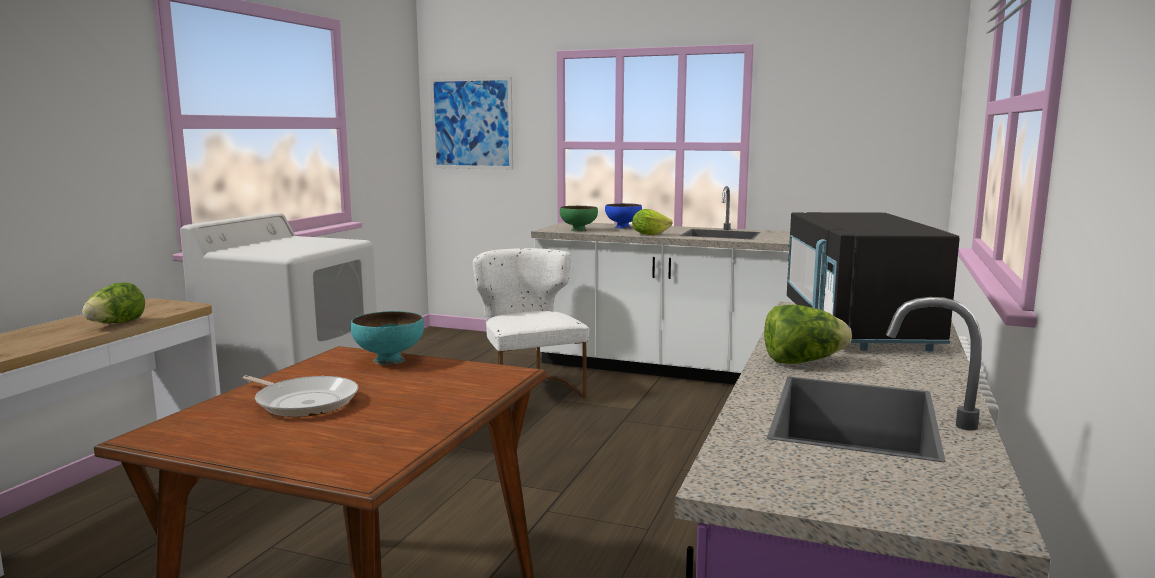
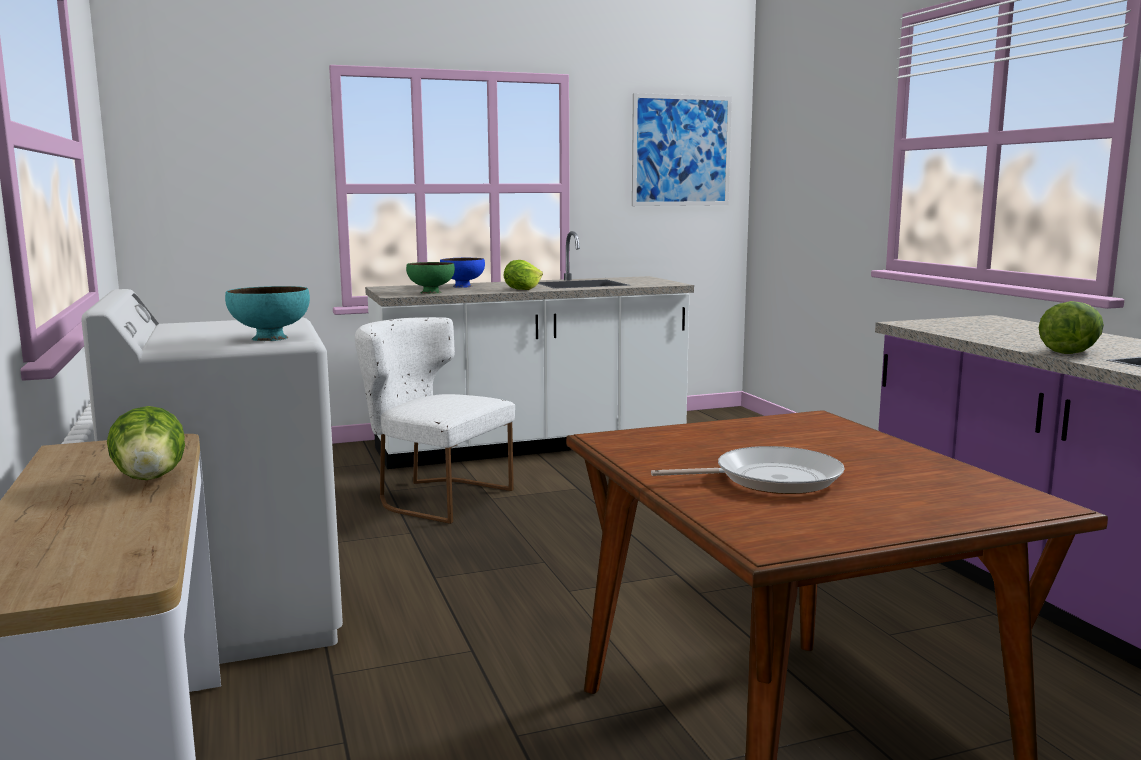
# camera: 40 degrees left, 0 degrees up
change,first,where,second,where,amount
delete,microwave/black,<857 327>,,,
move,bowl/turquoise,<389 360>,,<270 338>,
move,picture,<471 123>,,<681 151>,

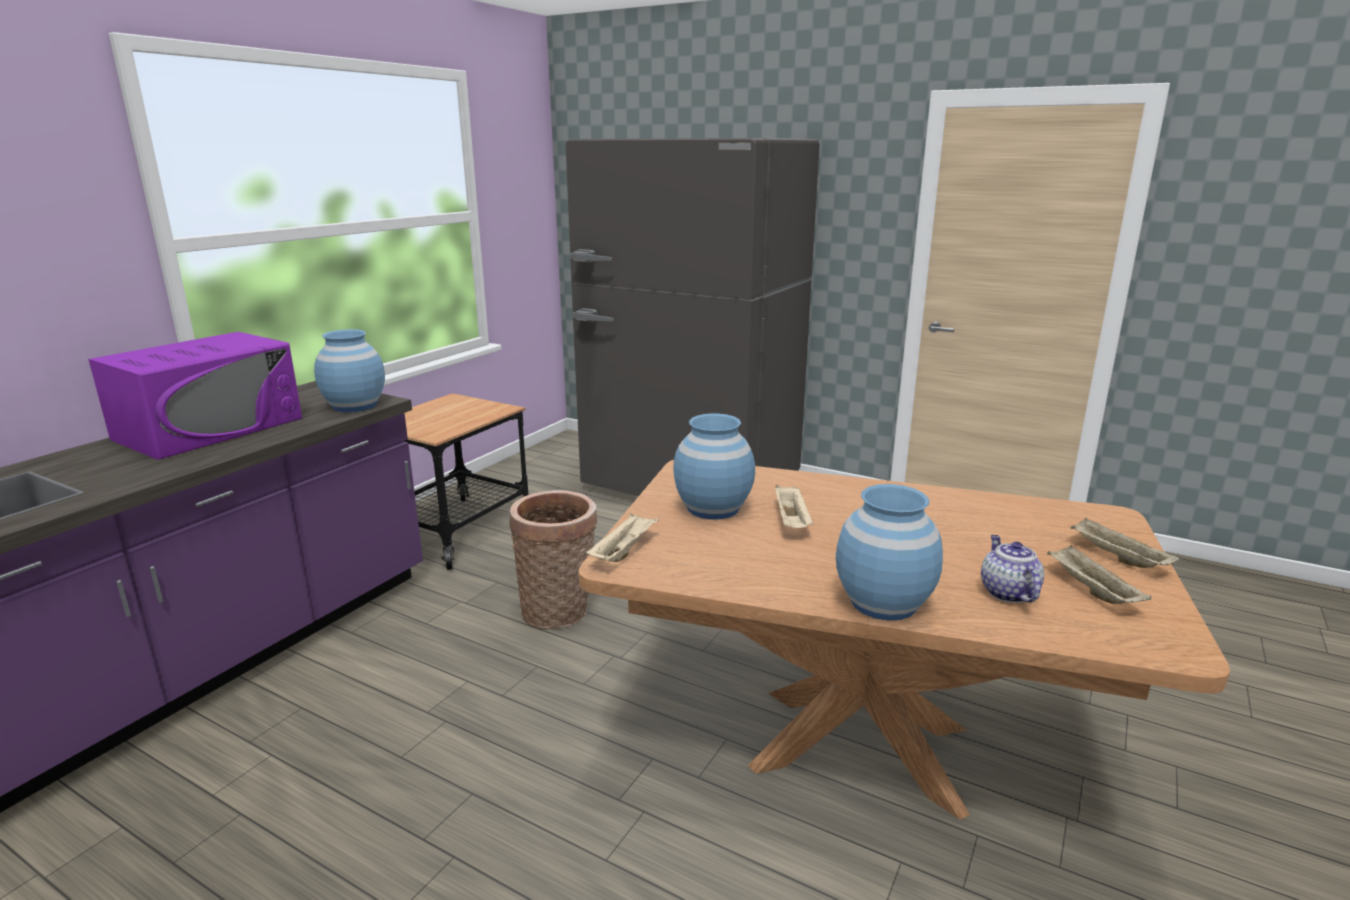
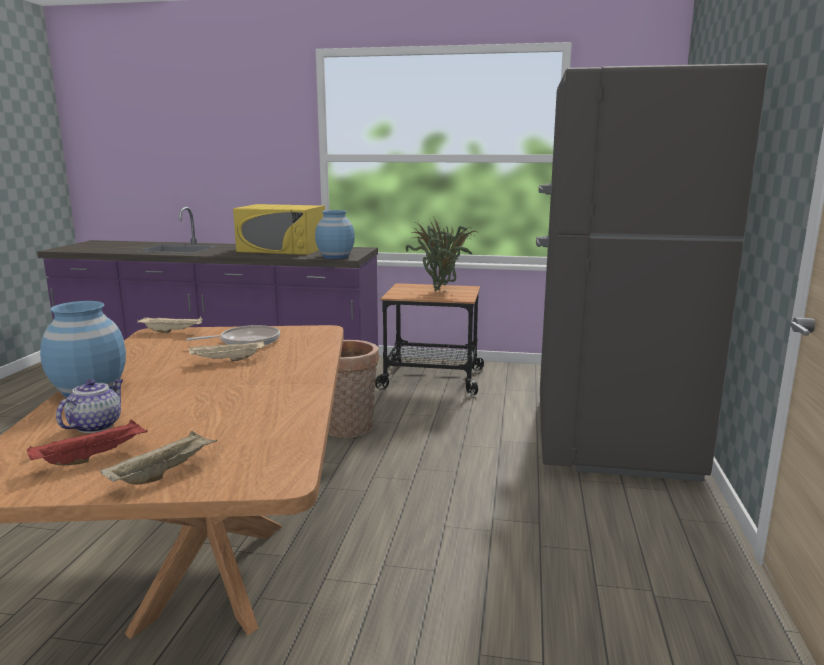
# camera: 70 degrees right, 5 degrees down
change,first,where,second,where,amount
insert,,,potted plant,<443 290>,
replace,vase/blue,<713 508>,frying pan,<246 341>,
recolor,microwave/purple,<210 428>,microwave/yellow,<282 249>,
recolor,tray/beige,<1090 590>,tray/red,<92 457>,
rotate,teapot,<1007 592>,,<96 425>,45 degrees counterclockwise

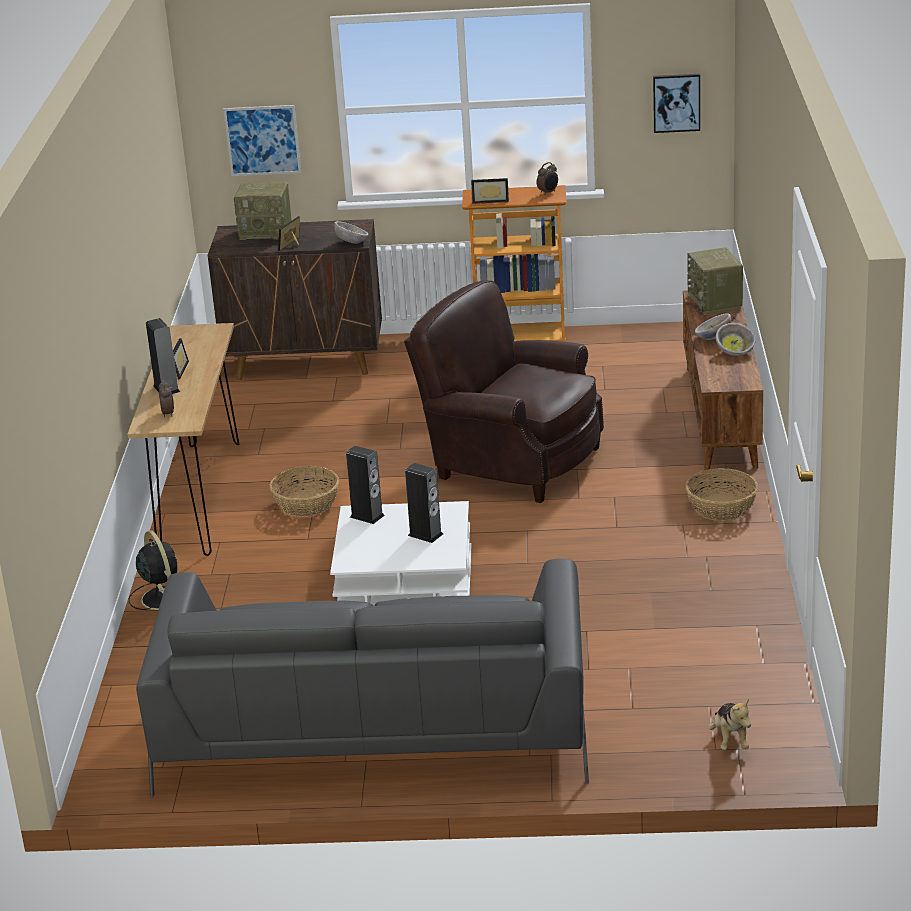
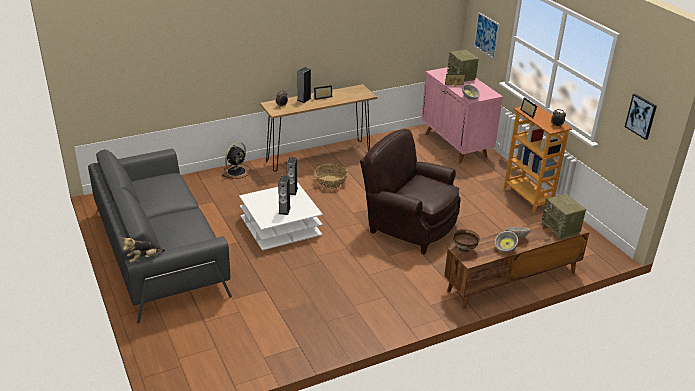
# camera: 60 degrees right, 5 degrees up
change,first,where,second,where,amount
delete,basket,<722 508>,,,
insert,,,bowl/brown,<464 249>,
move,plush toy,<730 740>,,<144 258>,
recolor,cabinet/brown,<306 363>,cabinet/pink,<456 145>,
rotate,armchair/brown,<511 462>,,<408 226>,60 degrees counterclockwise
rotate,radio,<715 303>,,<561 228>,75 degrees counterclockwise

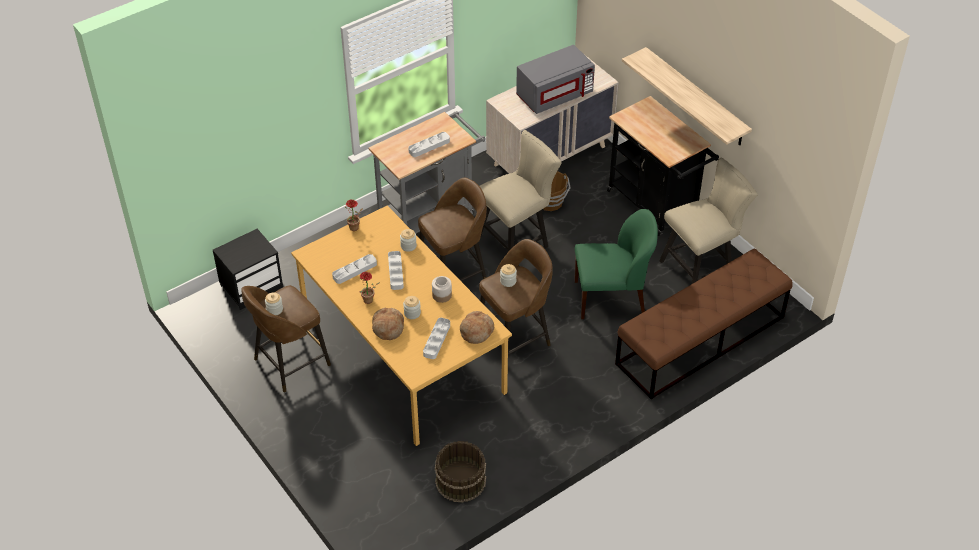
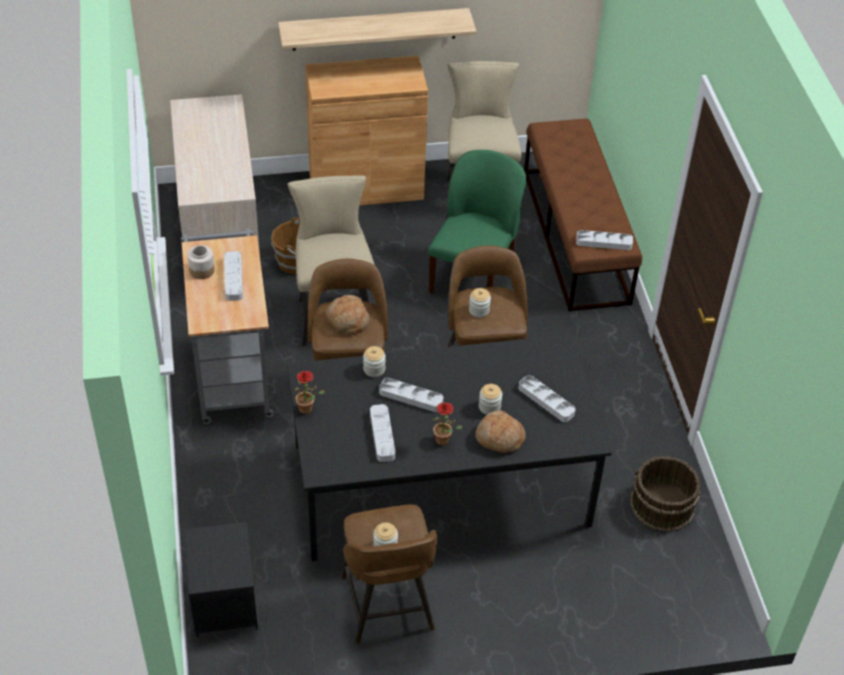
# camera: 65 degrees left, 0 degrees up
change,first,where,second,where,amount
delete,microwave/grey,<554 95>,,,
insert,,,tray/grey,<604 242>,
move,jar,<442 295>,,<202 270>,
move,bread,<476 331>,,<347 320>,
replace,cart/black,<655 207>,cabinet/brown,<366 186>,
recolor,dining table/orange,<401 352>,dining table/black,<440 486>,

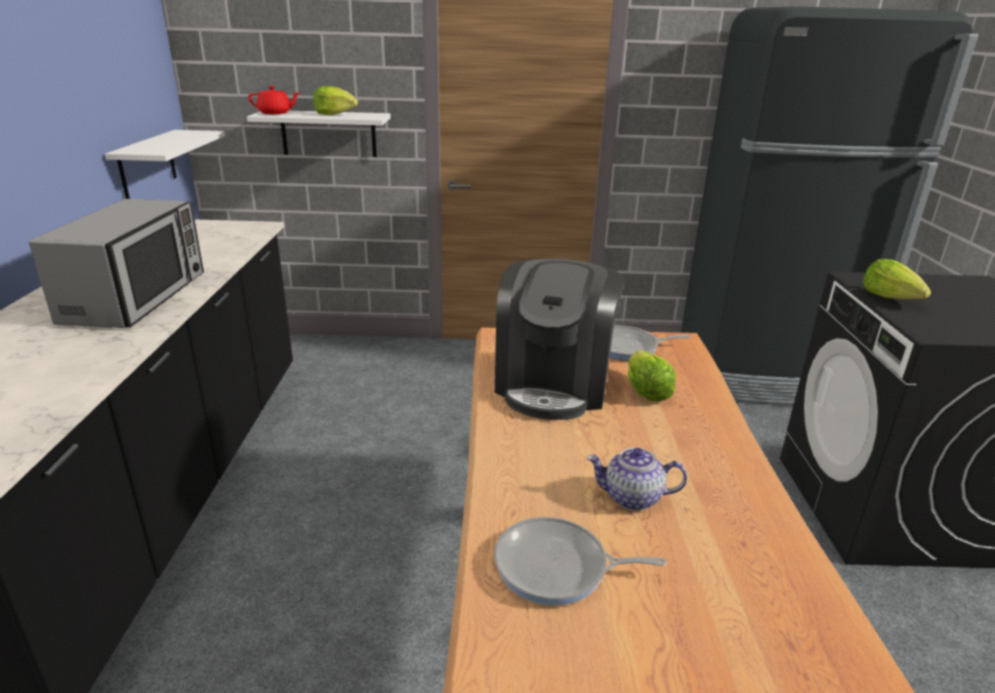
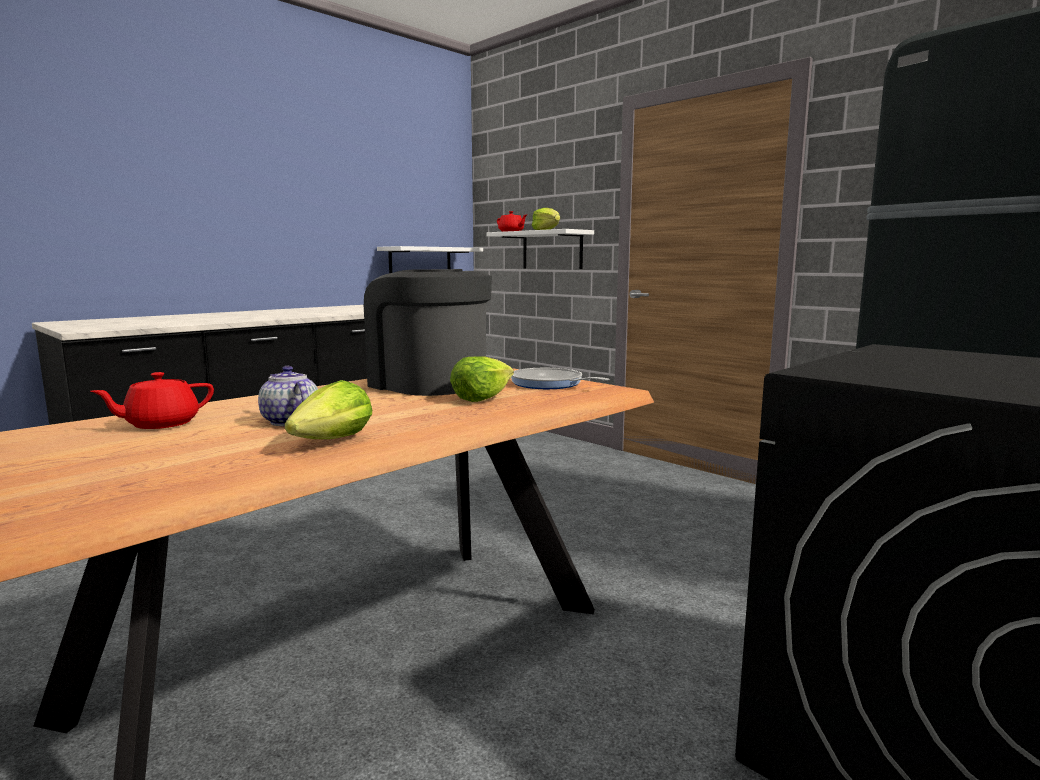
# camera: 45 degrees right, 15 degrees down
change,first,where,second,where,amount
delete,microwave,<137 297>,,,
move,lettuce,<891 298>,,<333 441>,
replace,frying pan,<557 568>,teapot/red,<160 424>,
rotate,coffee machine,<553 384>,,<428 384>,75 degrees clockwise

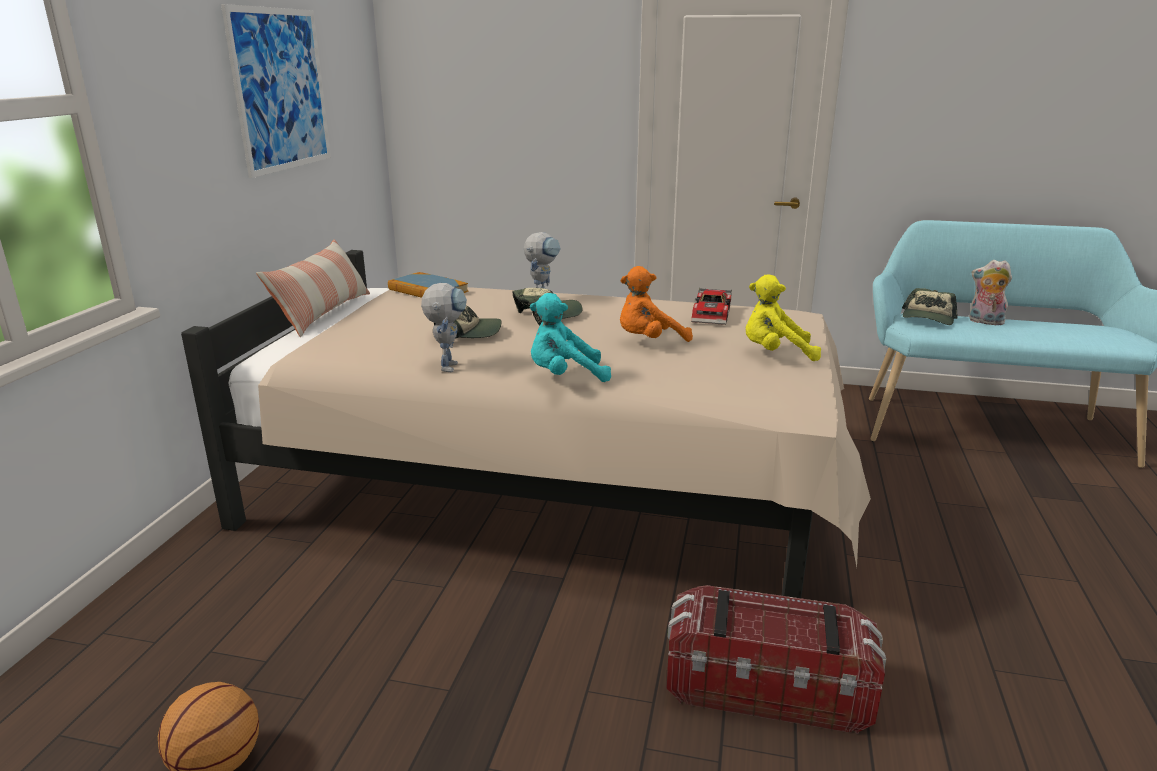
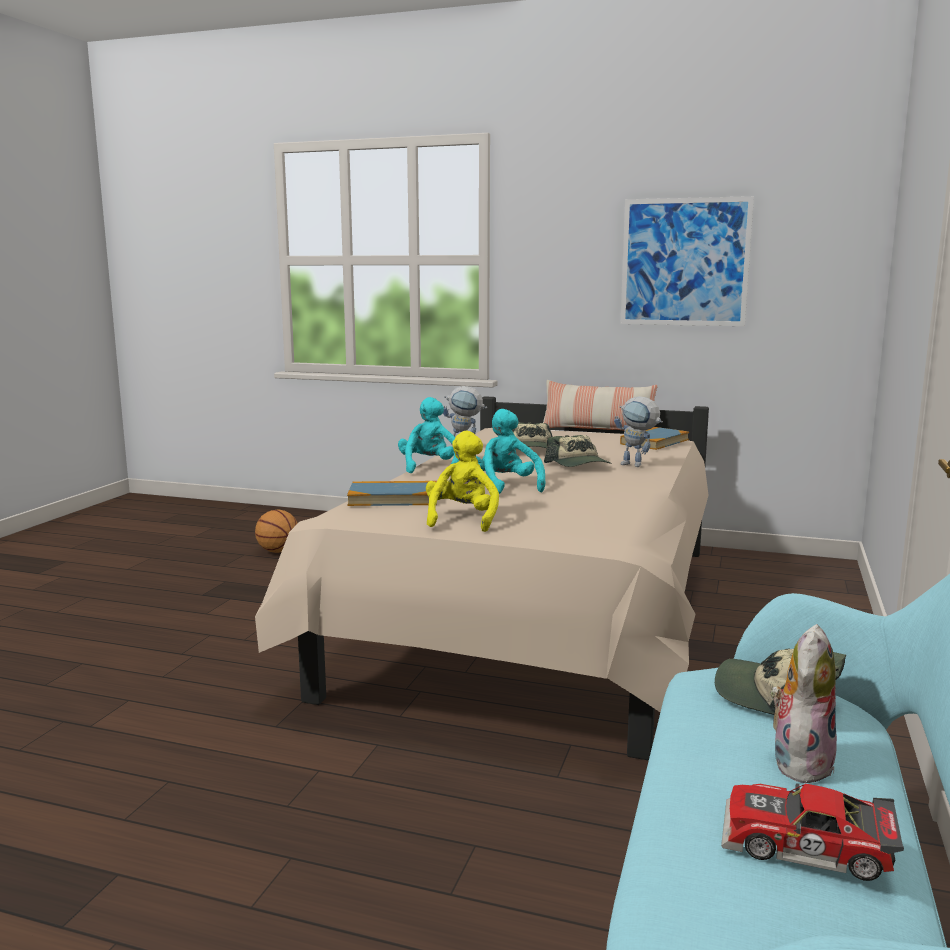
# camera: 95 degrees right, 10 degrees down
change,first,where,second,where,amount
delete,storage box,<766 687>,,,
insert,,,book,<393 498>,
move,toy car,<713 315>,,<806 848>,
recolor,plush toy/orange,<648 341>,plush toy/turquoise,<505 486>,

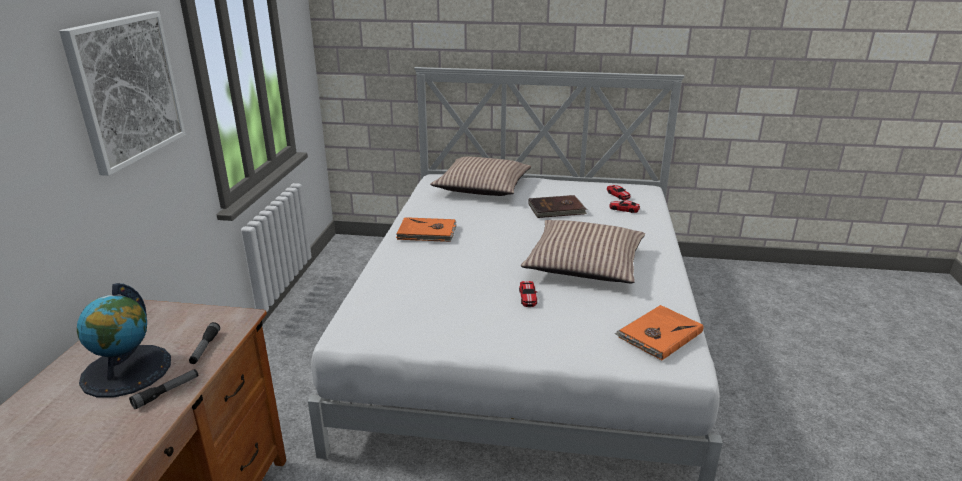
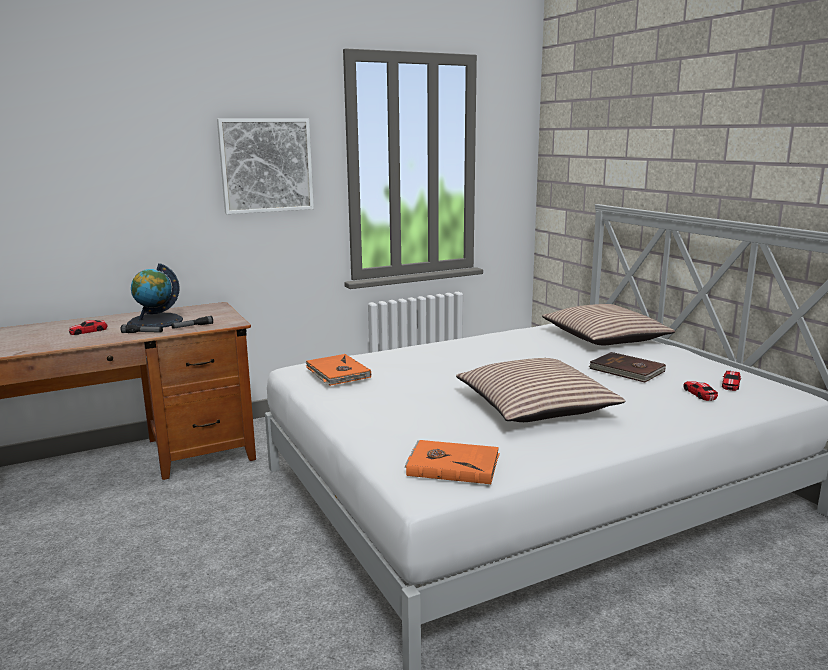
# camera: 55 degrees right, 10 degrees down
change,first,where,second,where,amount
move,book/orange,<427 233>,,<337 373>,
move,toy car,<528 297>,,<88 331>,

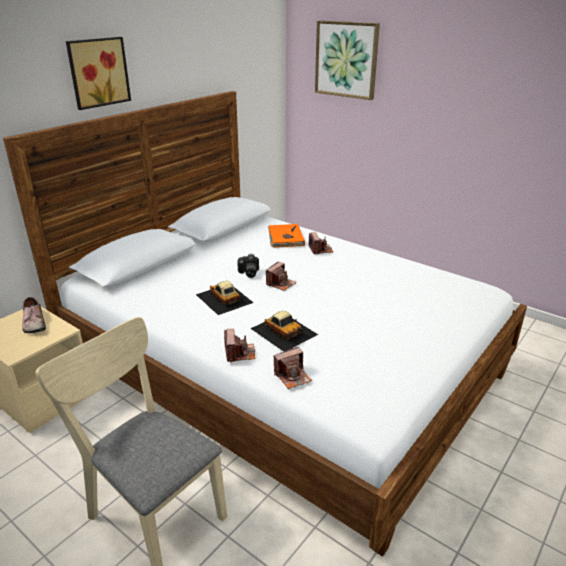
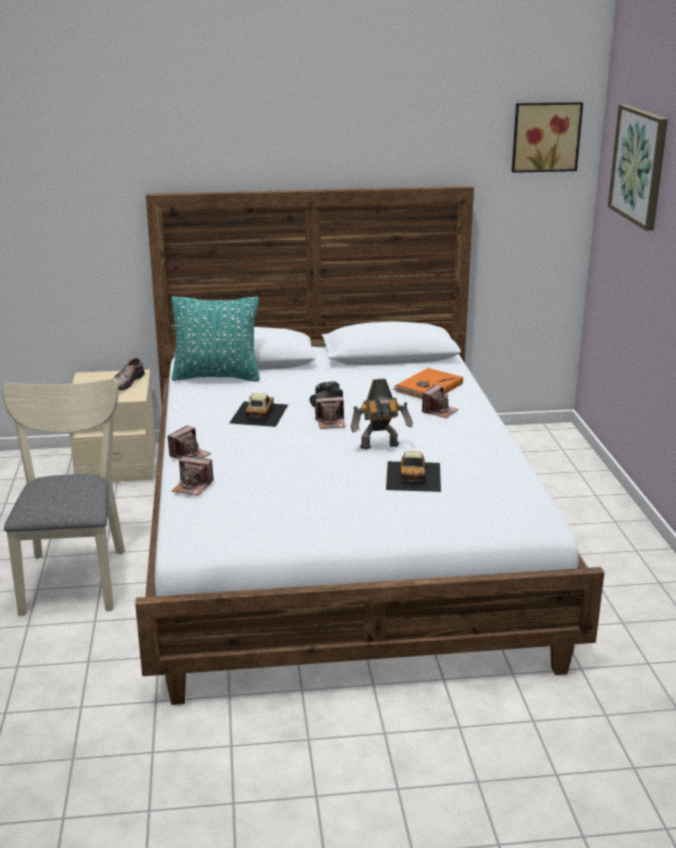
# camera: 45 degrees right, 5 degrees down
change,first,where,second,where,amount
insert,,,pillow/turquoise,<217 376>,
insert,,,toy robot,<380 447>,
move,picture,<97 72>,,<545 136>,
move,toy car,<284 331>,,<413 476>,

